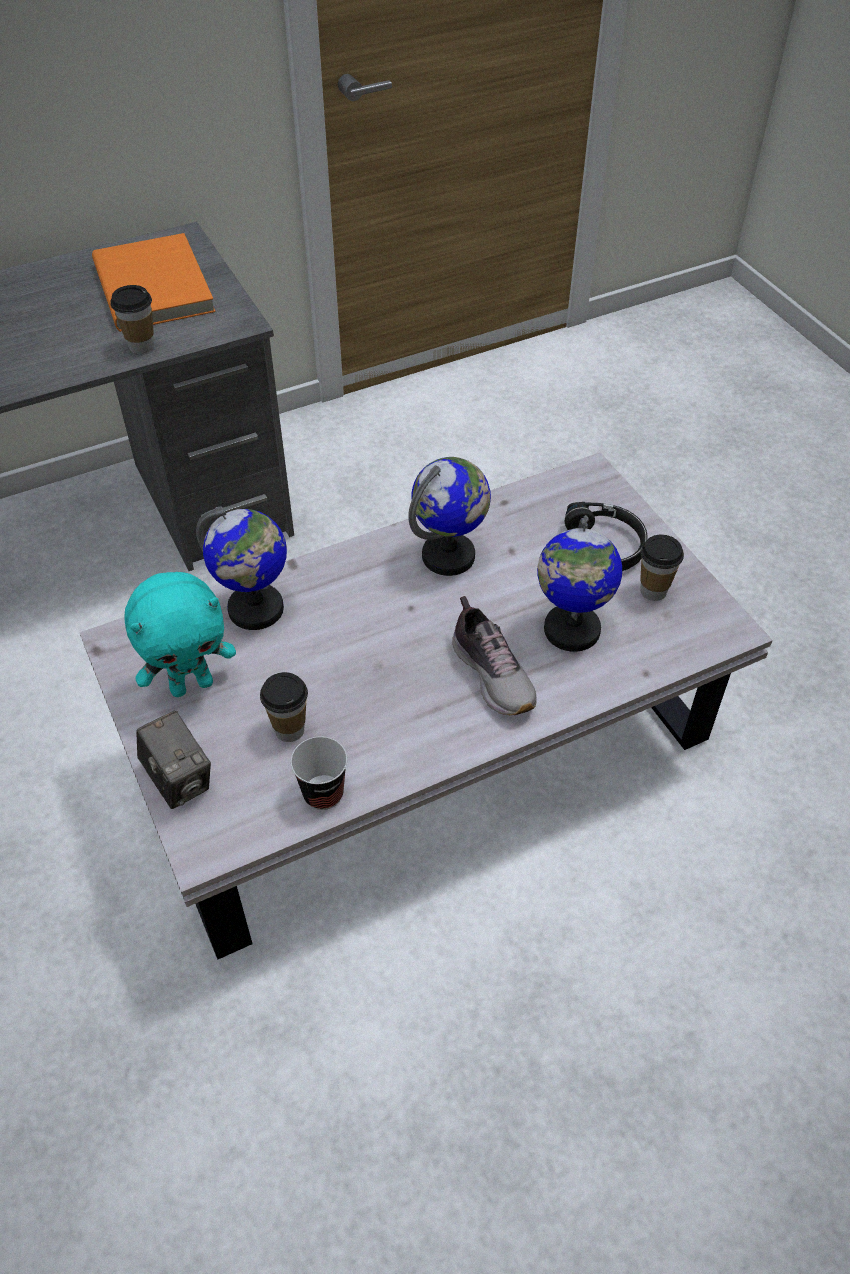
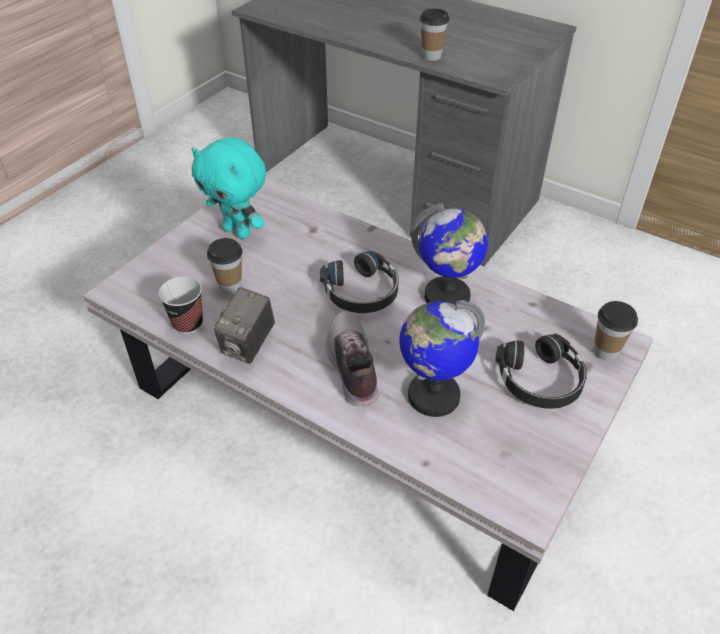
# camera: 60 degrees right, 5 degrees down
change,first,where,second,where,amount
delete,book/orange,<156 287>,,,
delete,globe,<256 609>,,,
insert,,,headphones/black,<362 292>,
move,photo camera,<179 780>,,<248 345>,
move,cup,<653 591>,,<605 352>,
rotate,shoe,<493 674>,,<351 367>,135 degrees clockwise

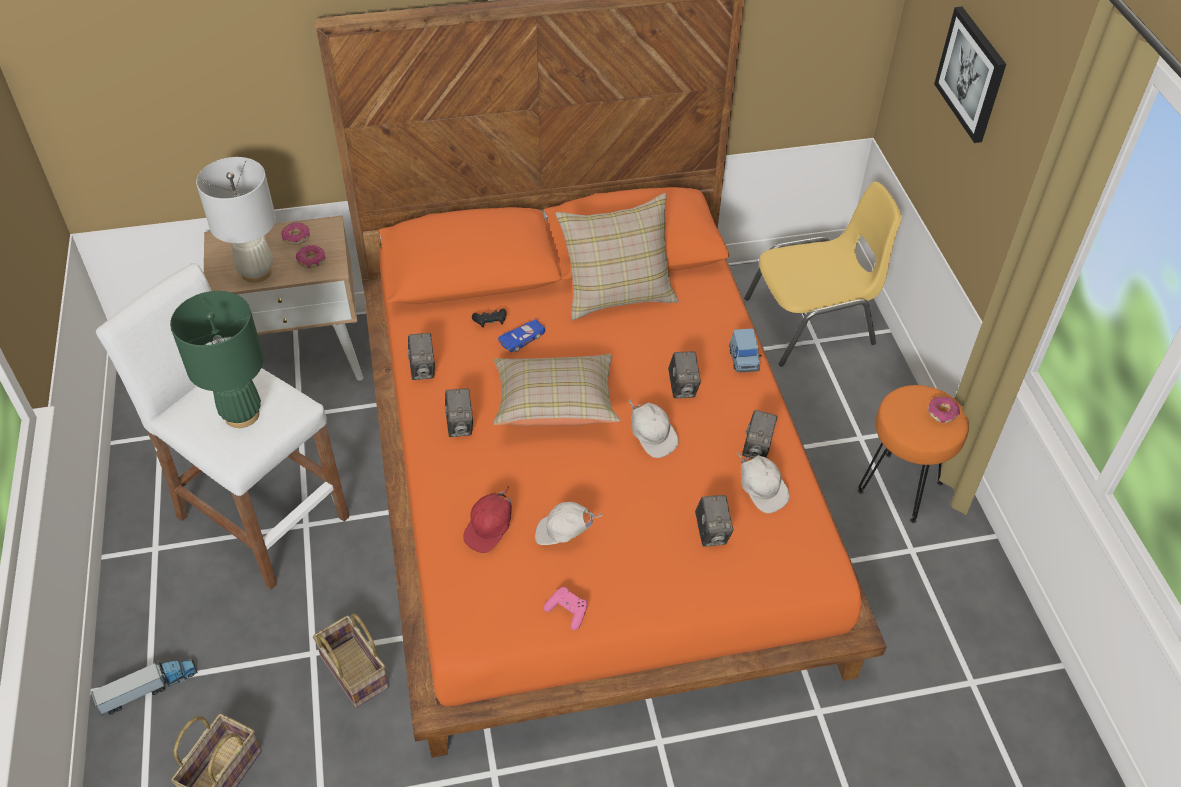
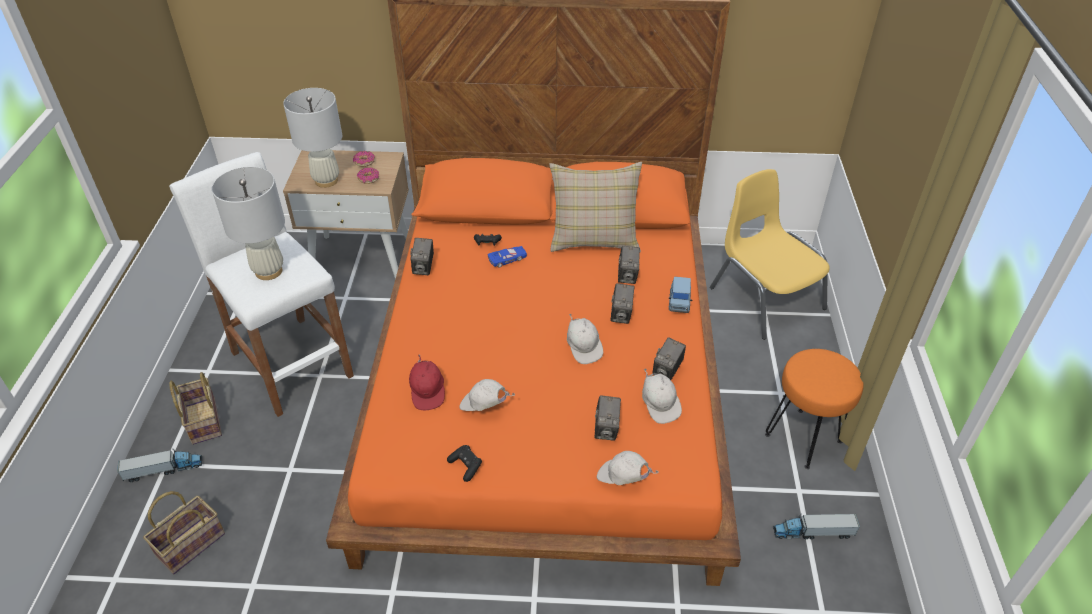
# camera: 15 degrees right, 5 degrees down
change,first,where,second,where,amount
delete,pillow/beige,<555 406>,,,
delete,donut,<942 413>,,,
delete,picture,<972 74>,,,
insert,,,cap/white,<623 478>,
insert,,,toy truck,<813 532>,
move,basket,<352 672>,,<202 420>,
move,photo camera,<460 425>,,<627 276>,
recolor,table lamp/green,<242 414>,table lamp/white,<269 271>,
recolor,game controller/pink,<567 611>,game controller/black,<466 466>,
rotate,cap/red,<490 530>,,<428 392>,60 degrees counterclockwise
rotate,chair/yellow,<812 322>,,<765 298>,120 degrees counterclockwise

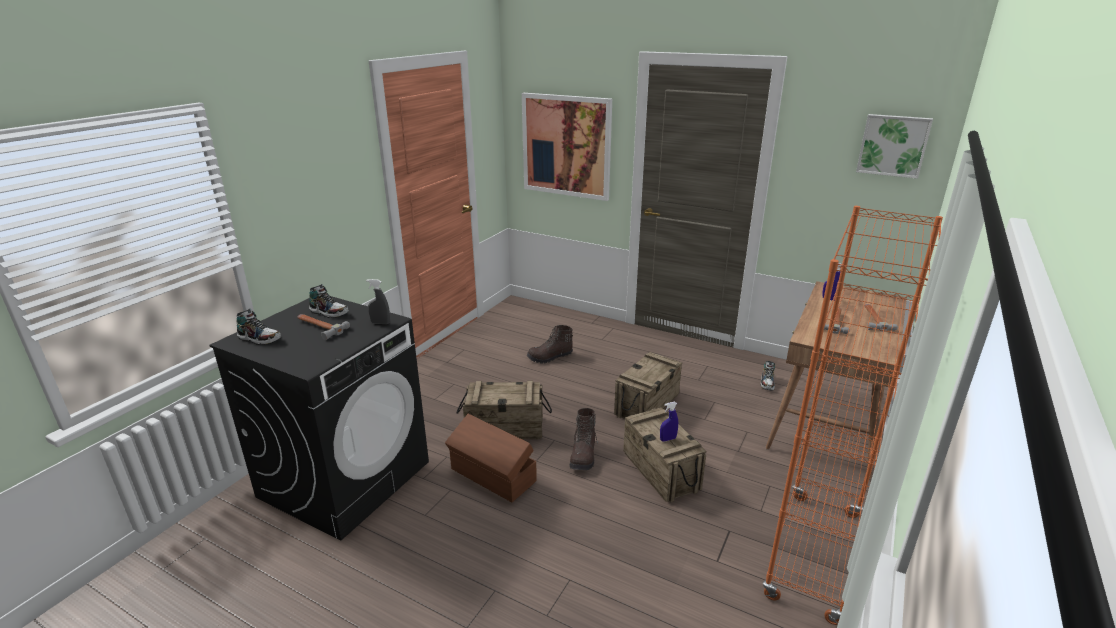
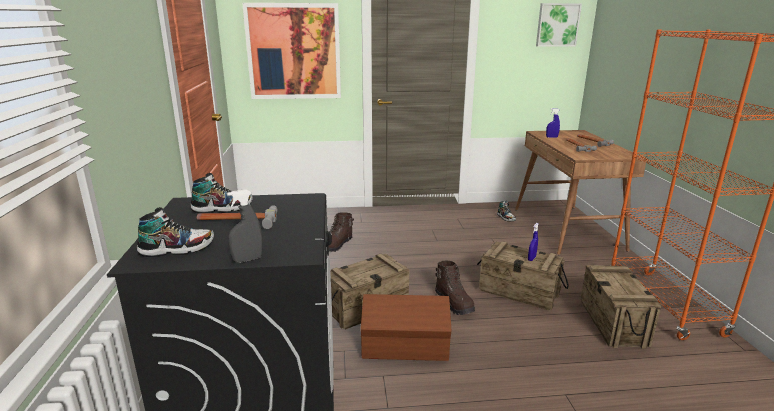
# camera: 35 degrees left, 5 degrees down
change,first,where,second,where,amount
move,spray bottle/grey,<380 323>,,<248 259>,
move,crate,<647 405>,,<613 323>,

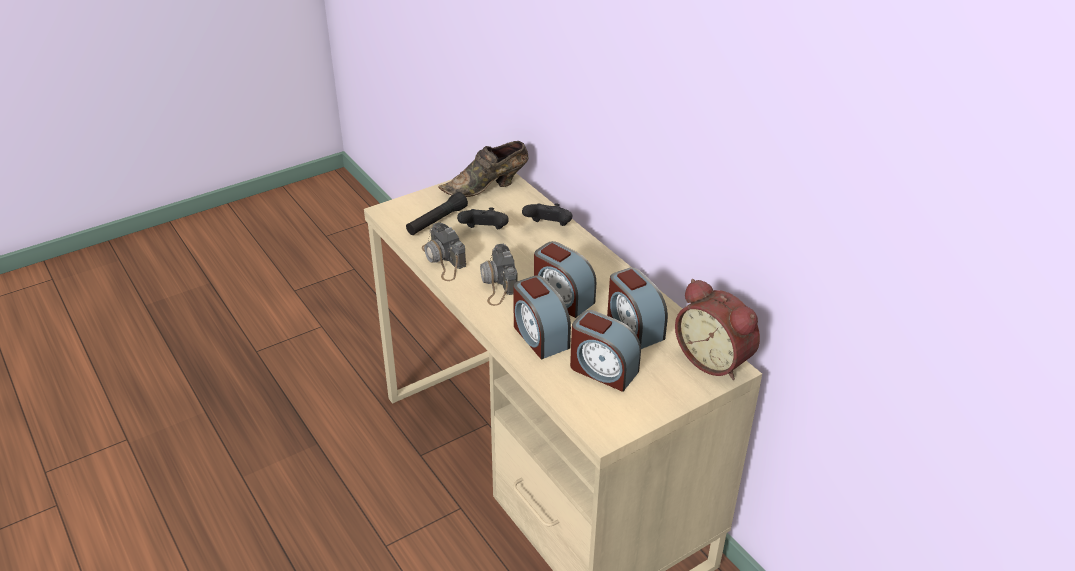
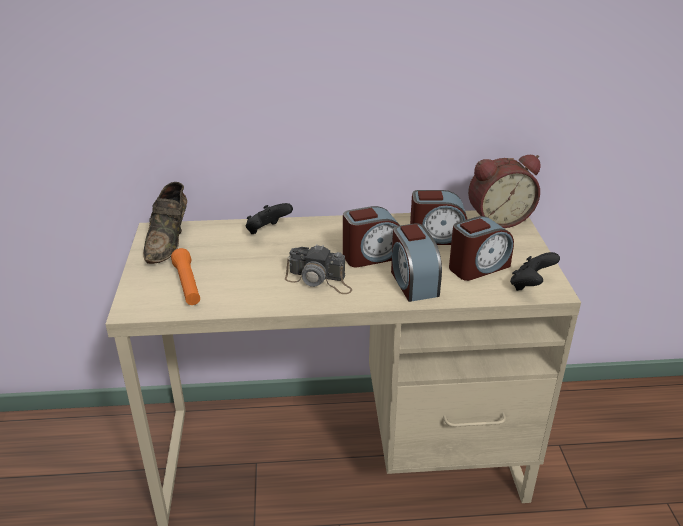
# camera: 60 degrees left, 5 degrees down
change,first,where,second,where,amount
delete,photo camera,<443 260>,,,
move,game controller/black,<484 232>,,<530 285>,
recolor,flashlight/black,<437 221>,flashlight/orange,<187 284>,
rotate,alarm clock,<539 336>,,<413 282>,75 degrees clockwise

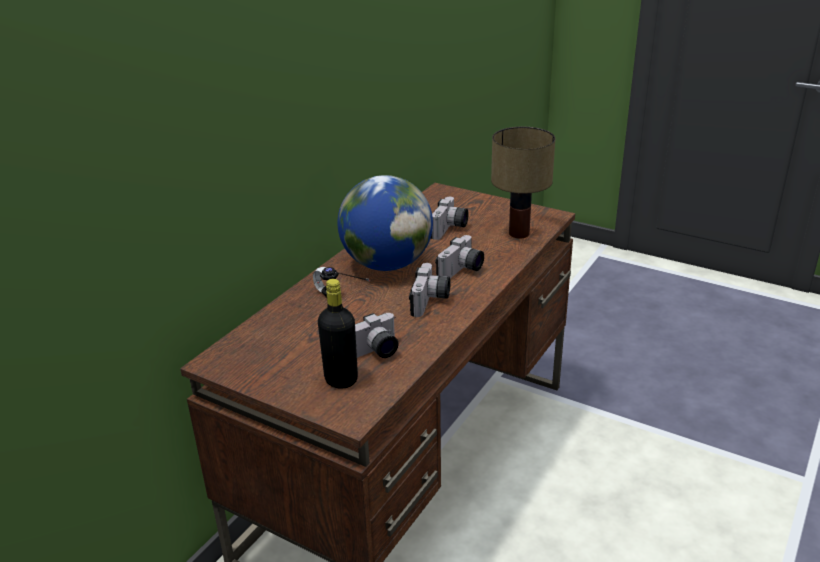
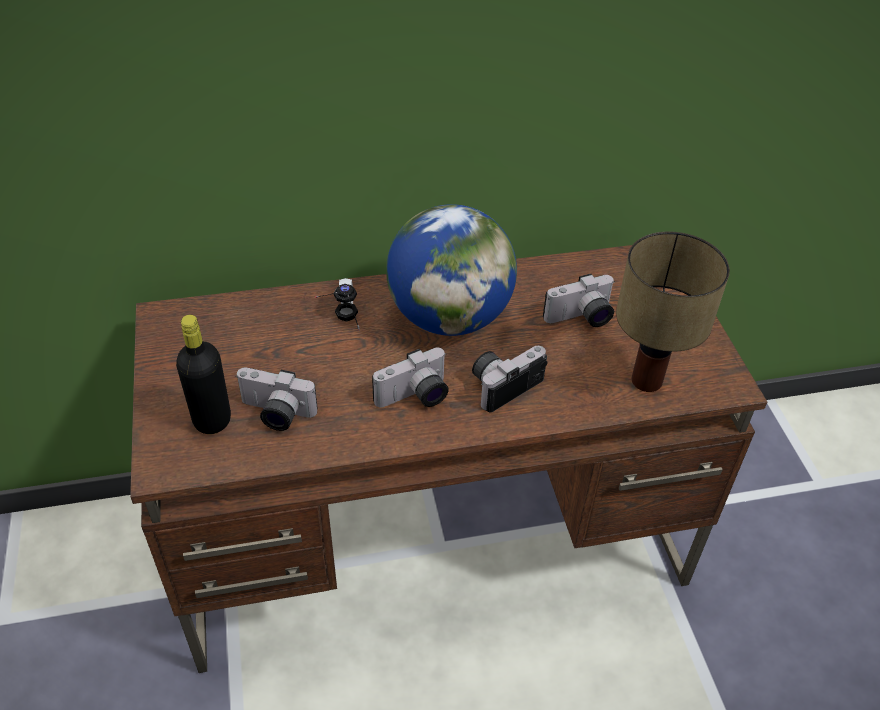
# camera: 45 degrees right, 15 degrees up
change,first,where,second,where,amount
rotate,photo camera,<462 271>,,<503 384>,150 degrees clockwise

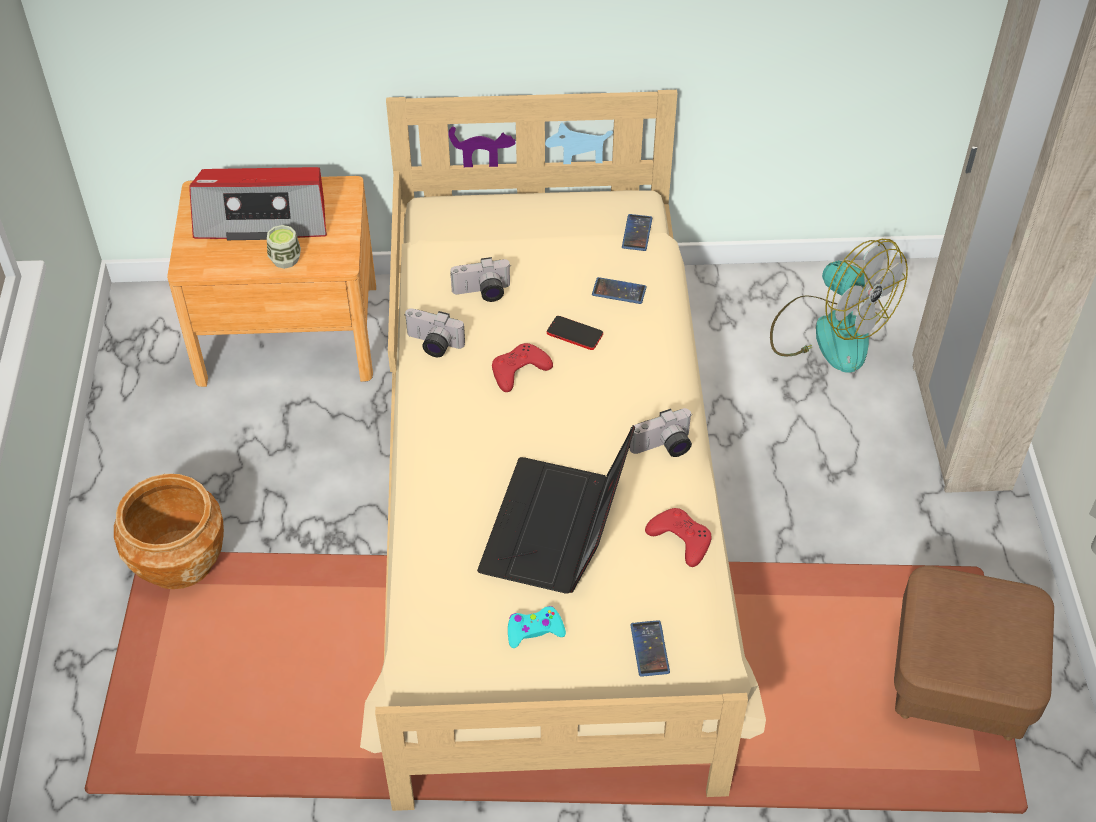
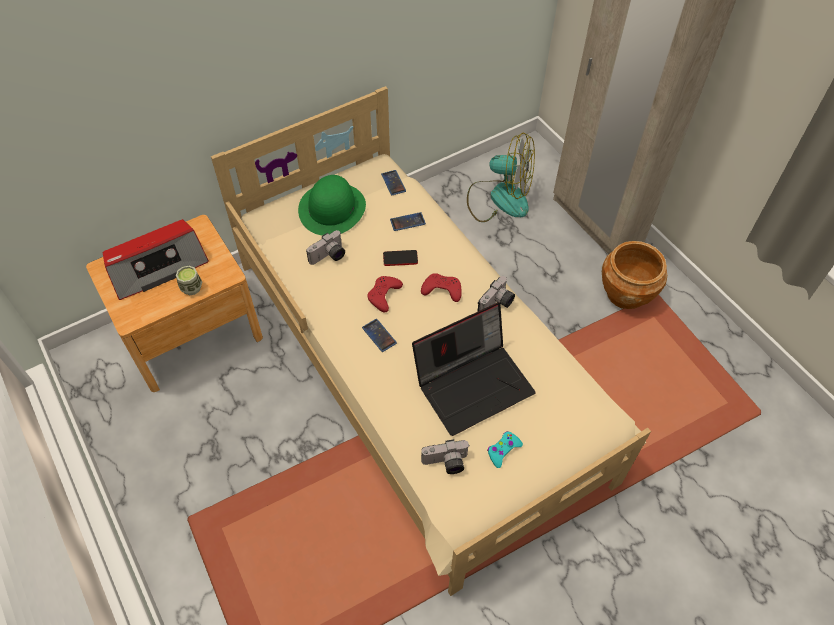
# camera: 30 degrees left, 5 degrees up
change,first,where,second,where,amount
delete,ottoman/brown,<958 683>,,,
insert,,,hat/green,<332 208>,
move,planter/brown,<179 561>,,<626 293>,
move,photo camera,<432 345>,,<445 463>,
move,phone,<649 649>,,<379 335>,
move,game controller/red,<680 539>,,<442 289>,
rotate,laptop,<557 531>,,<474 383>,105 degrees counterclockwise

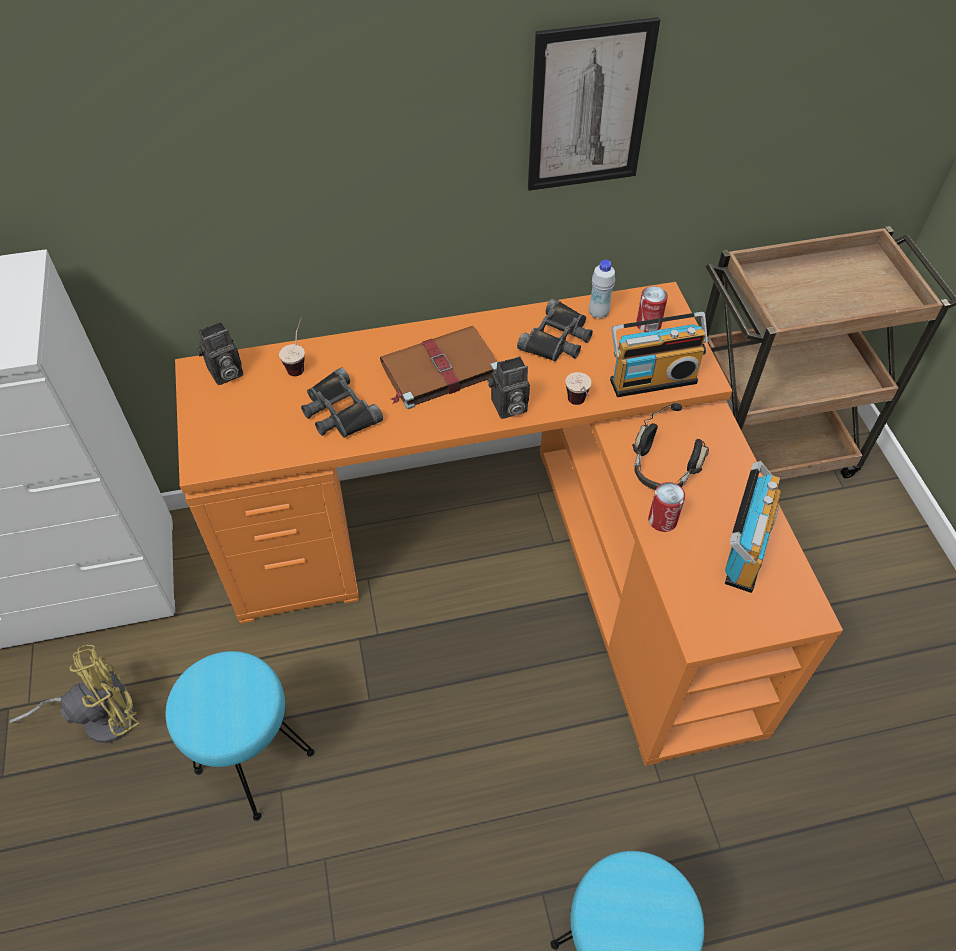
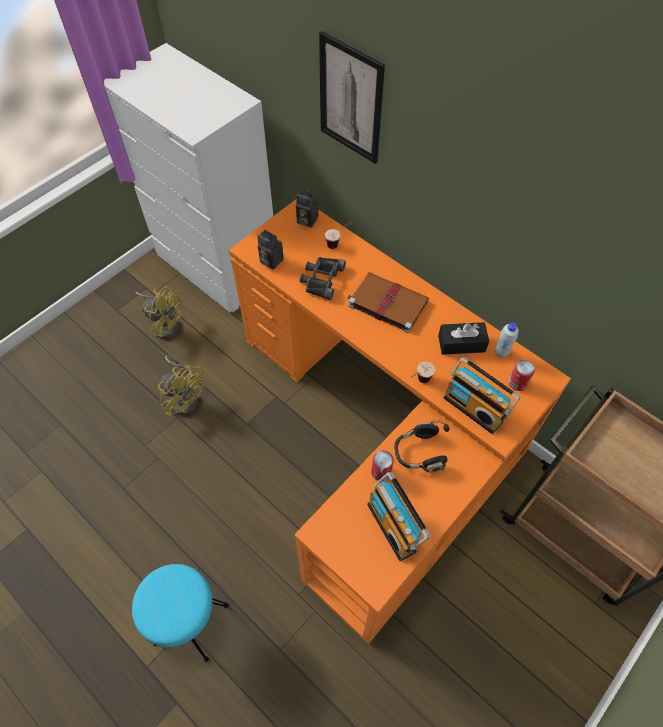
# camera: 55 degrees right, 5 degrees up
change,first,where,second,where,amount
move,photo camera,<508 408>,,<269 261>,
move,picture,<588 108>,,<350 100>,
replace,stool/turquoise,<254 760>,fan/yellow,<184 396>,
replace,binoculars/black,<557 339>,tissue box/black,<461 343>,
rotate,radio,<743 549>,,<394 526>,75 degrees clockwise

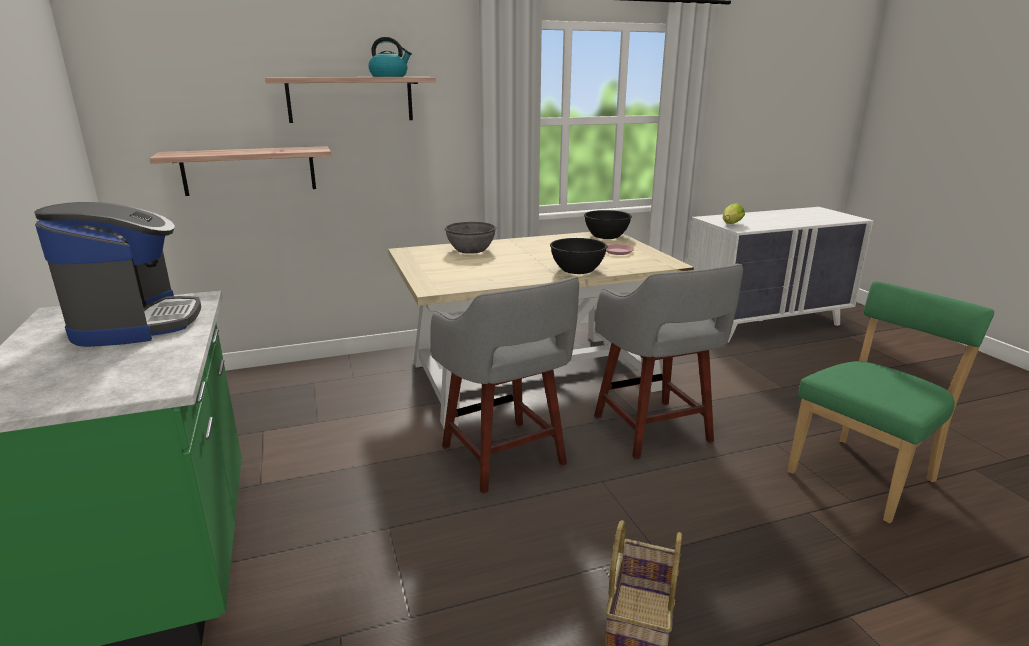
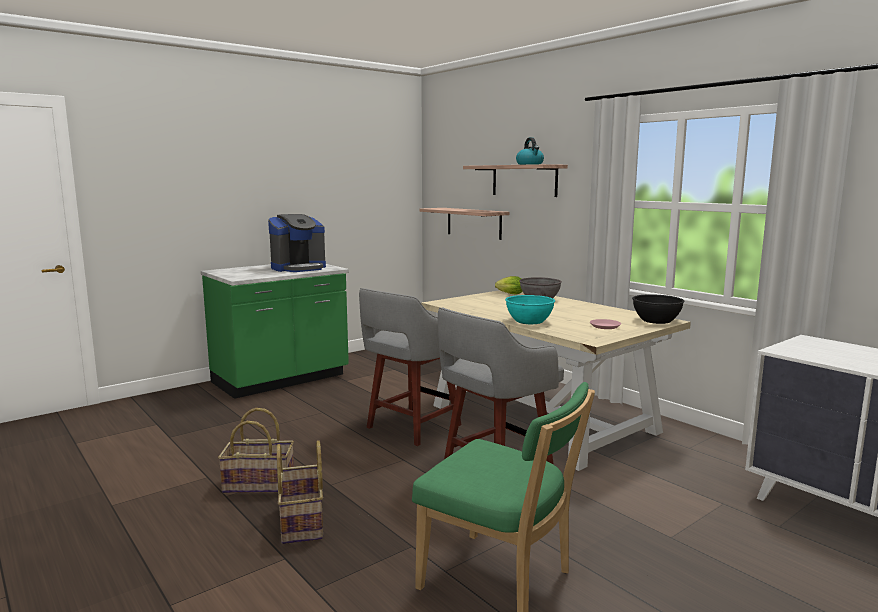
# camera: 70 degrees right, 10 degrees down
change,first,where,second,where,amount
insert,,,basket,<303 522>,
move,lettuce,<730 224>,,<509 294>,
recolor,bowl/black,<577 269>,bowl/turquoise,<529 321>,

